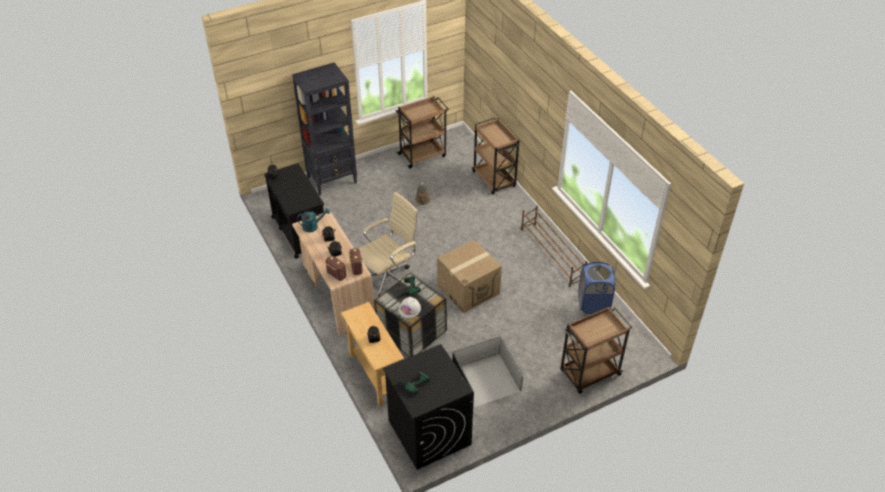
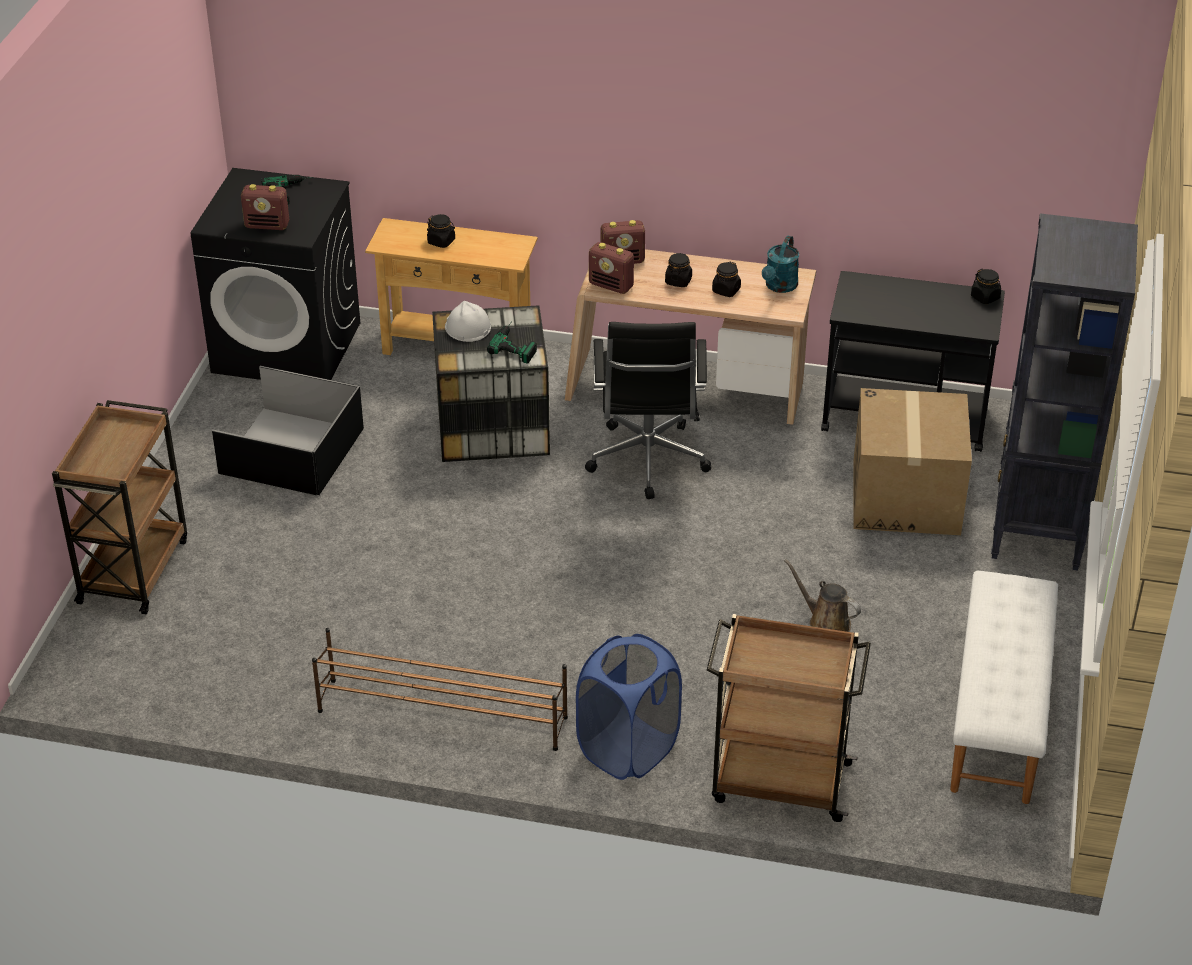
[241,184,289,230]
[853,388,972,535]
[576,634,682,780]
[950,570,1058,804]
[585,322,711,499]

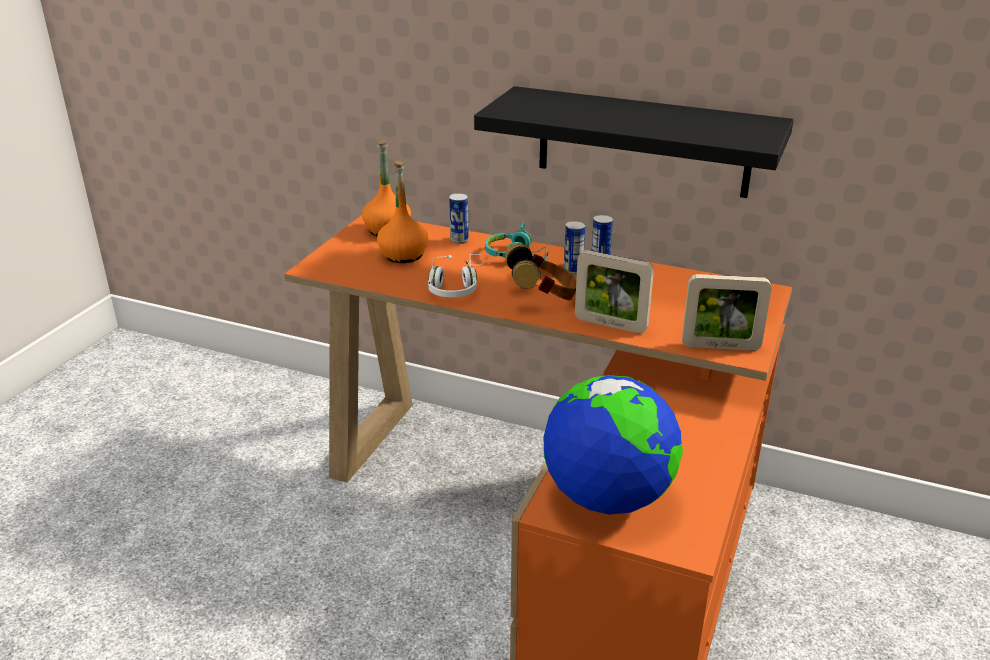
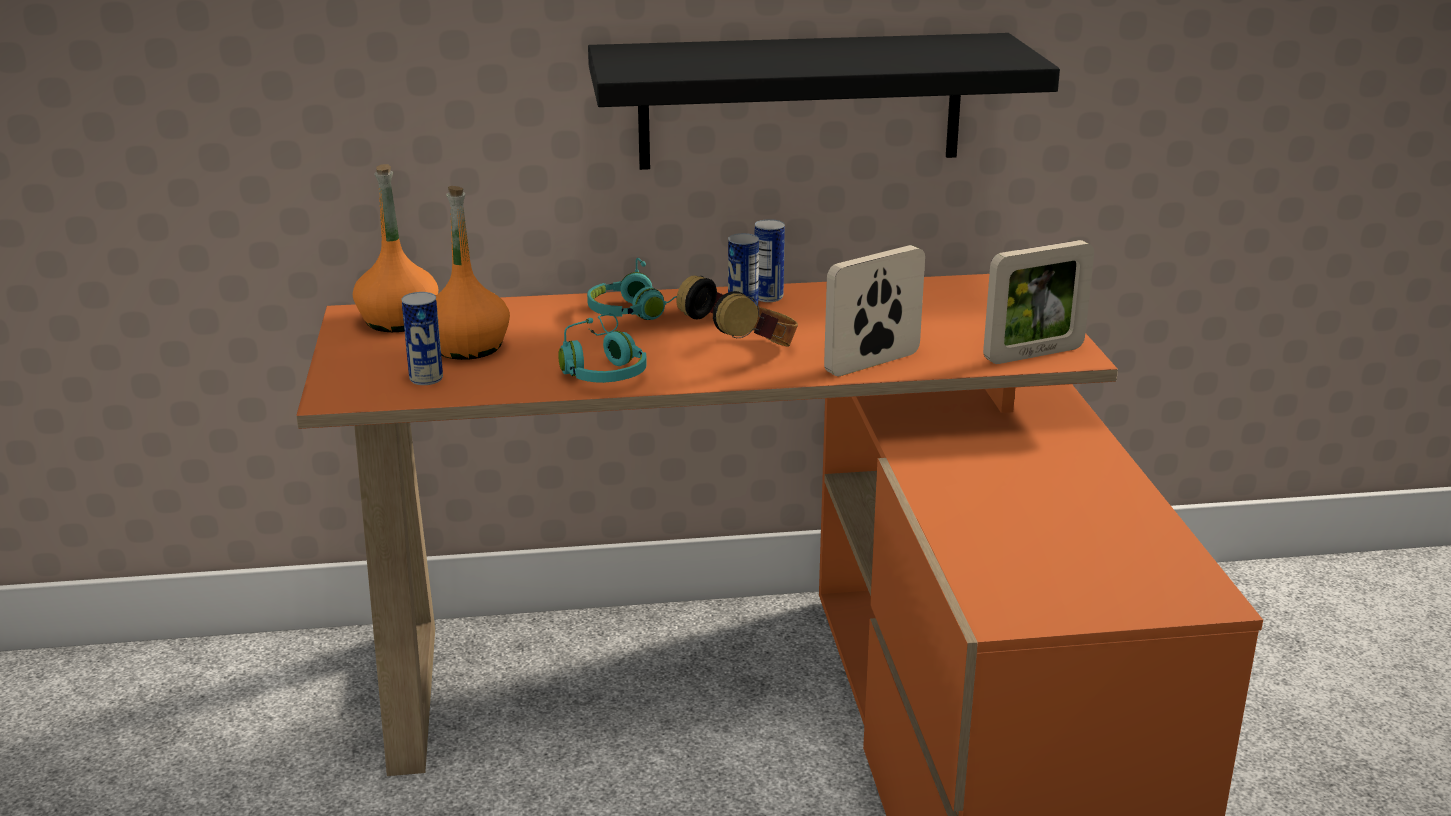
[543,375,683,515] (first image)
[401,292,443,385]
[558,313,647,383]
[824,245,925,376]

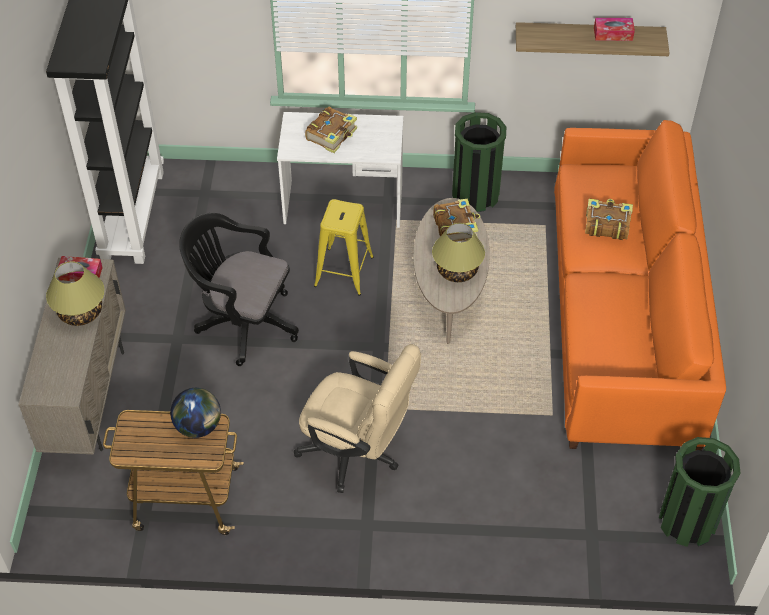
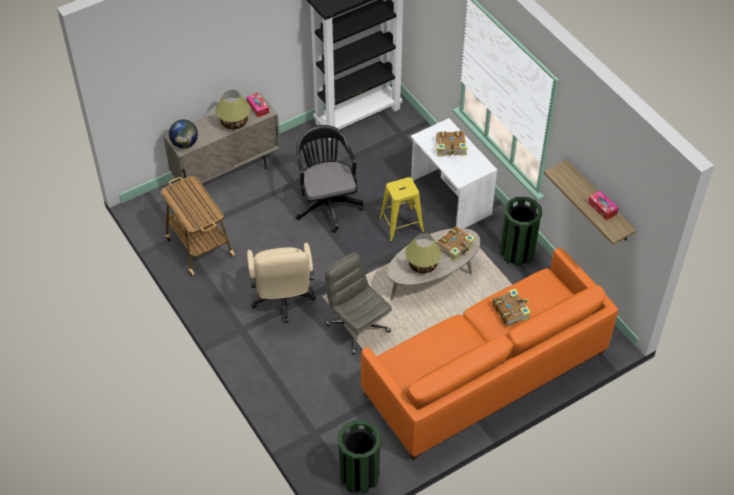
[325,252,392,354]
[169,120,198,148]

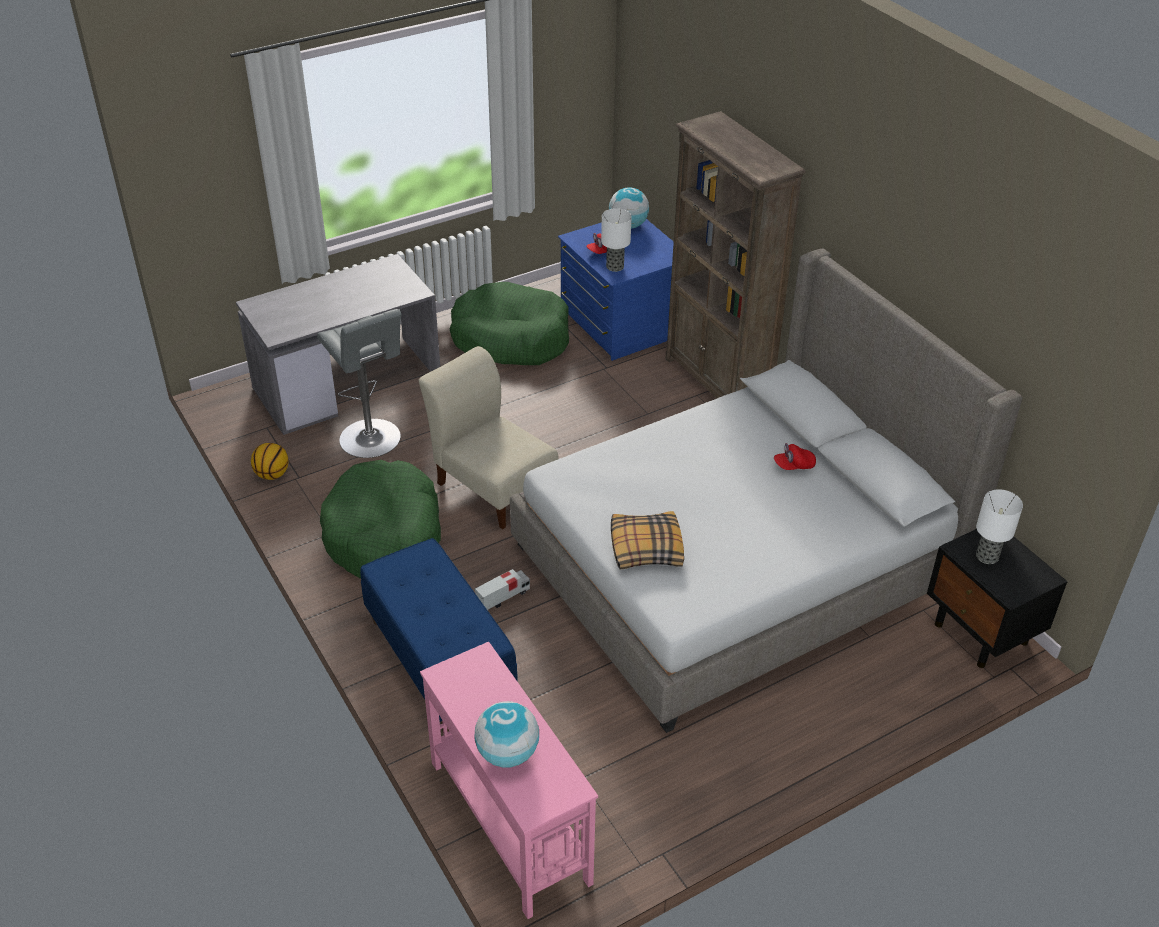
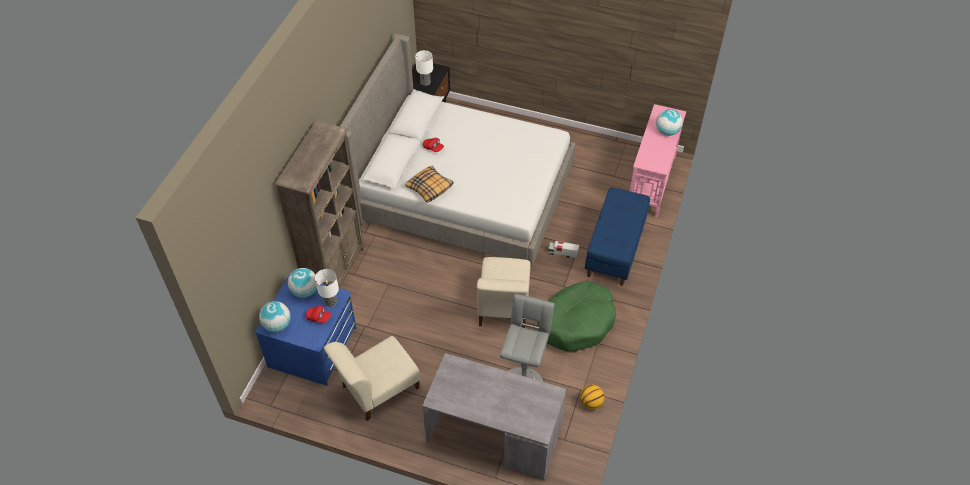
[288,268,317,298]
[406,166,454,203]
[324,336,421,421]

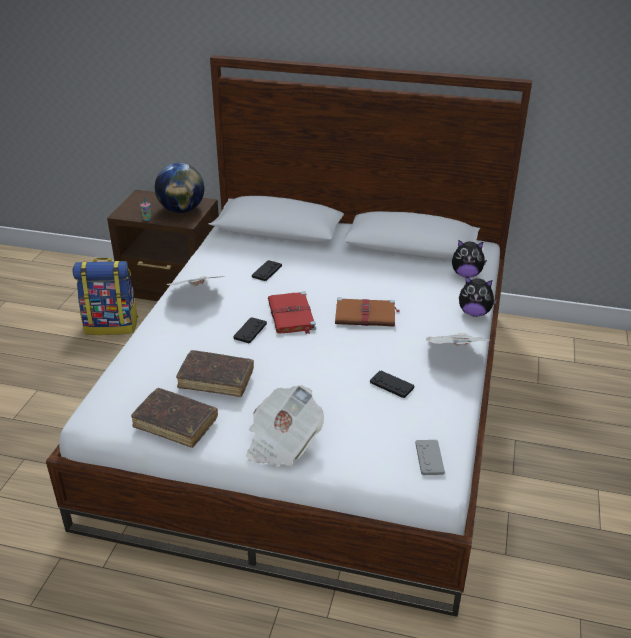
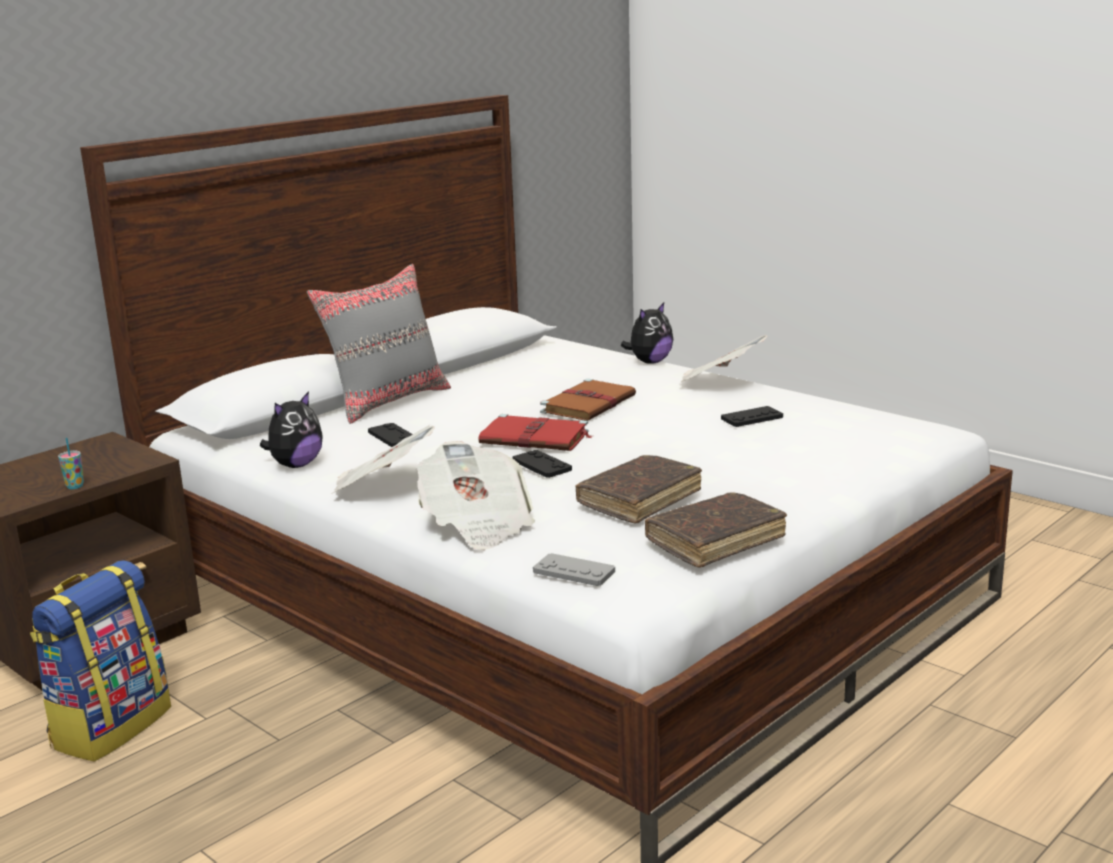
[155,163,204,213] (first image)
[307,264,451,424]
[417,441,535,550]
[533,553,615,586]
[260,391,323,468]

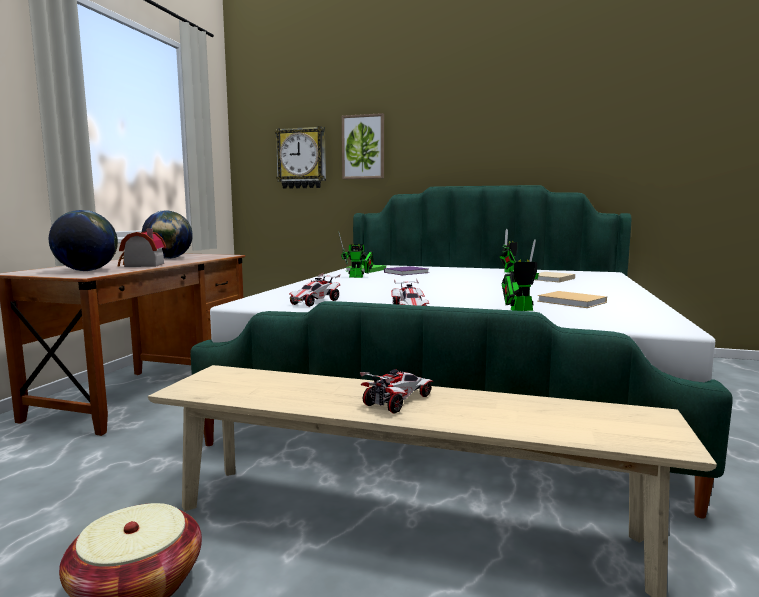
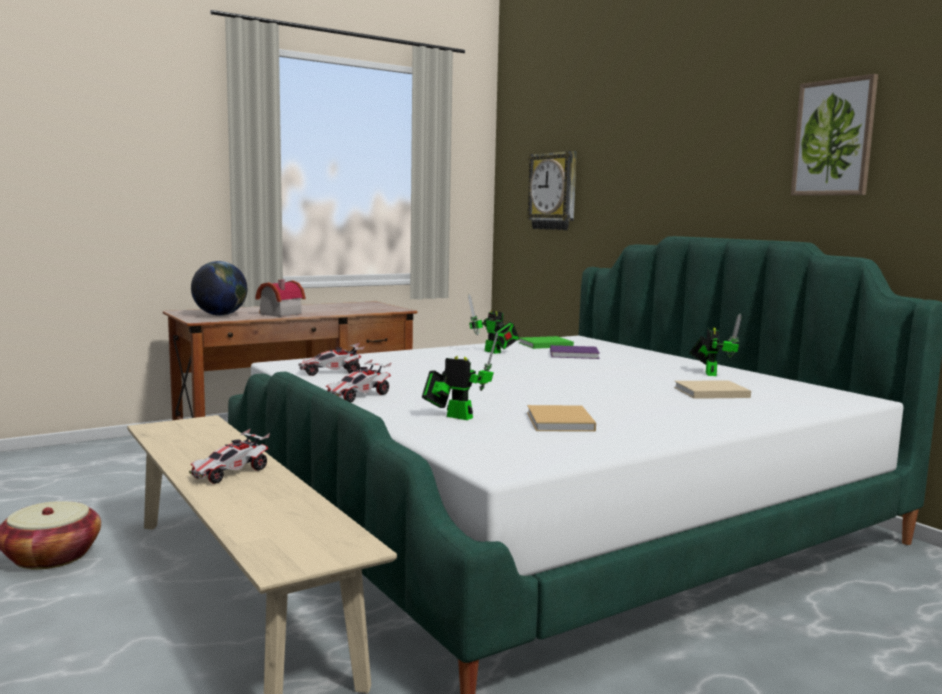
[142,210,193,259] (first image)
[791,74,878,196]
[189,429,270,484]
[689,314,742,376]

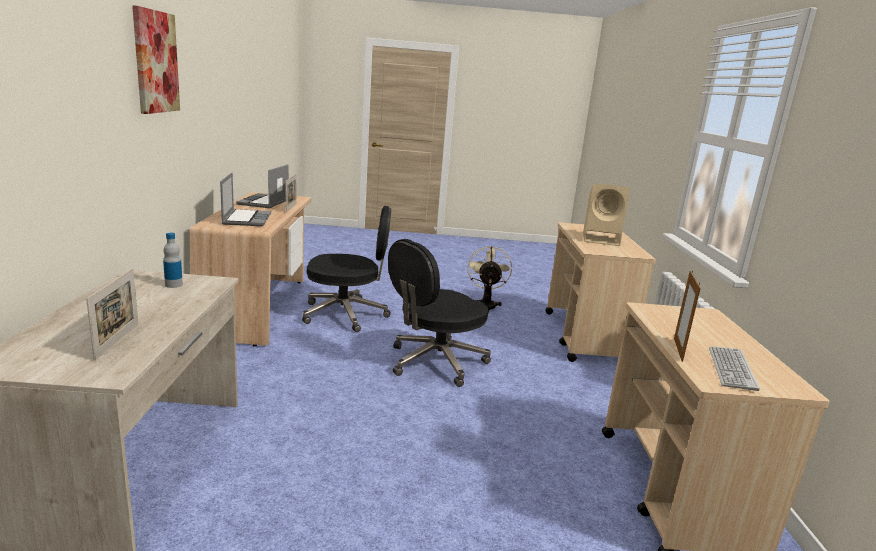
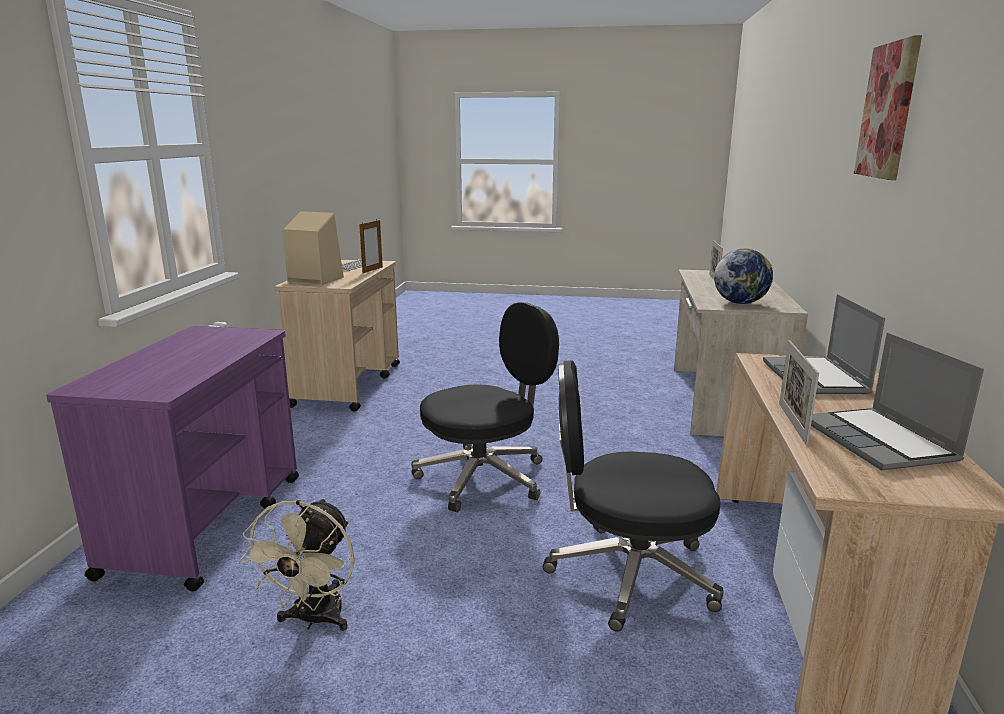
[282,211,344,285]
[714,249,773,304]
[46,326,299,592]
[811,333,984,470]

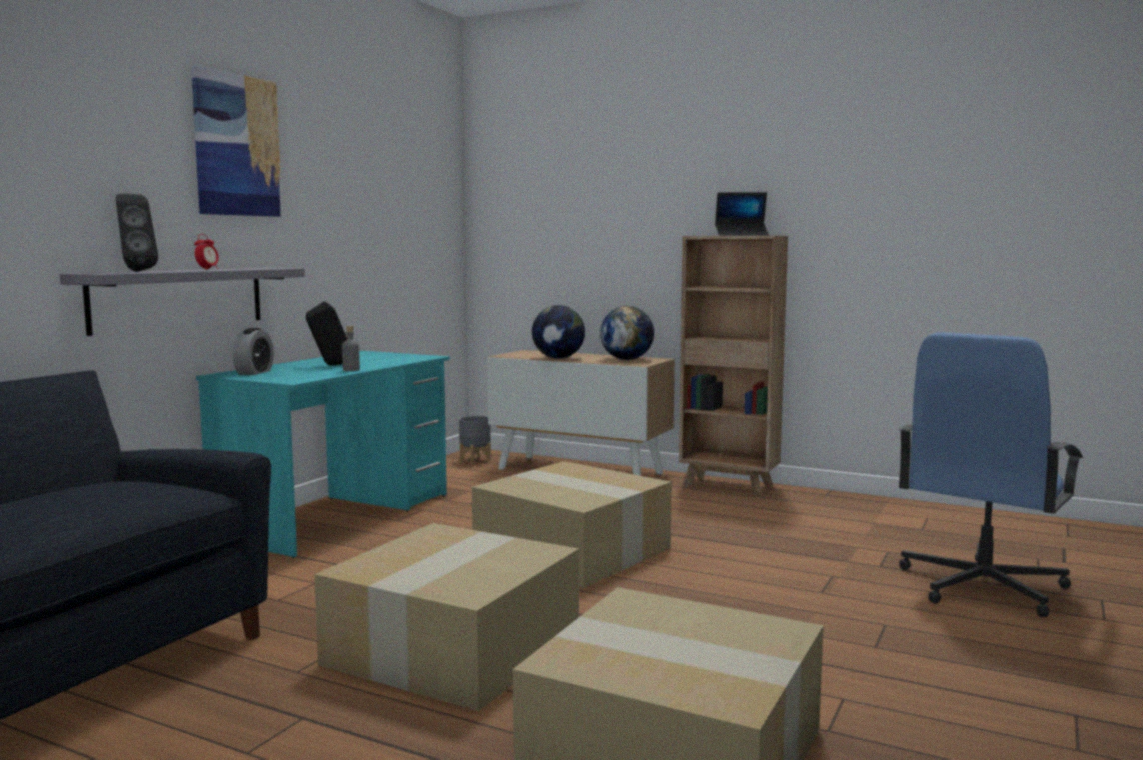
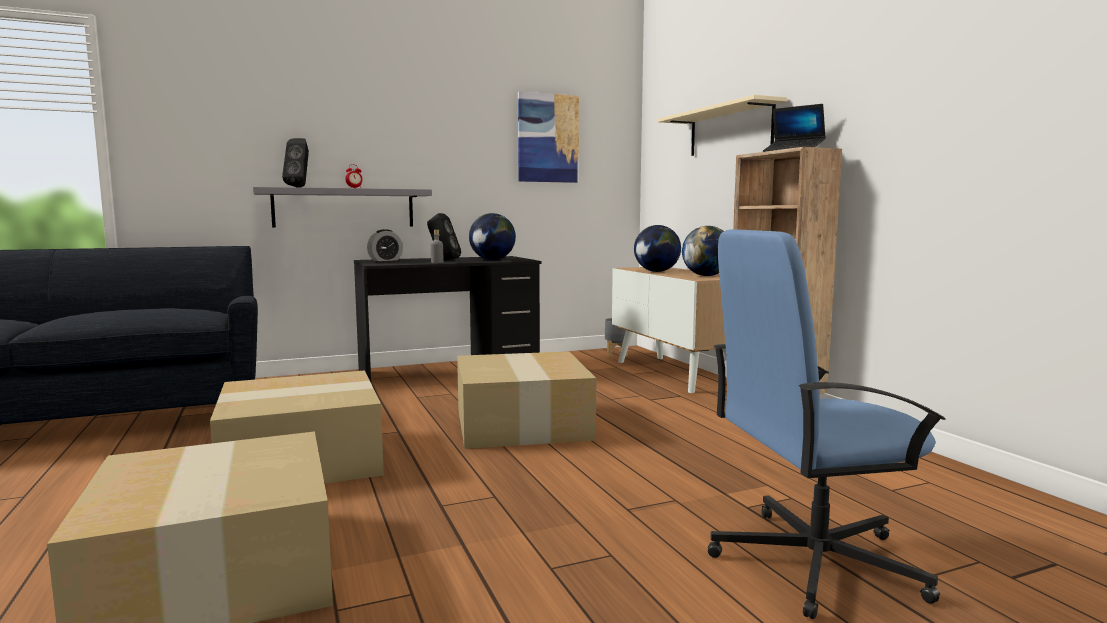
[469,213,516,260]
[657,95,787,156]
[518,91,579,183]
[354,256,542,382]

